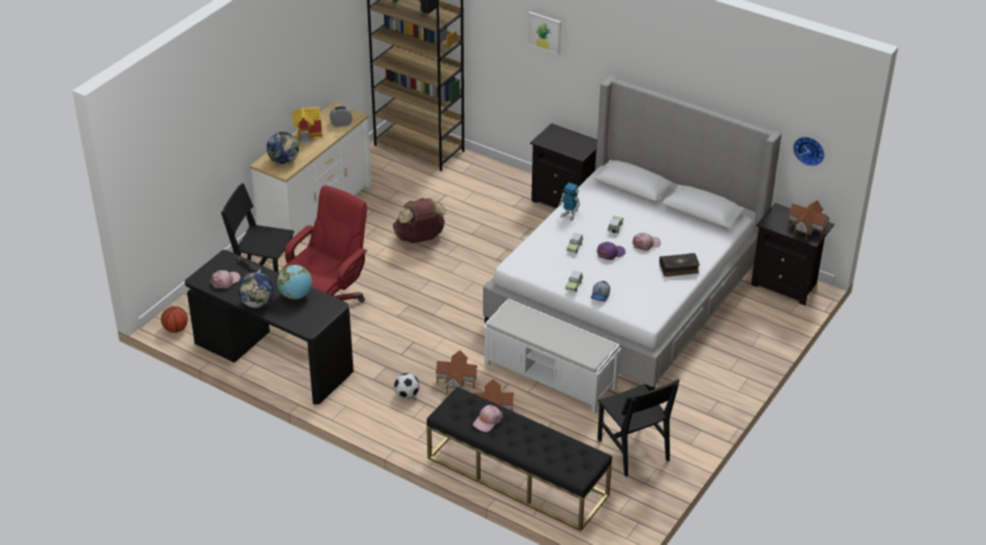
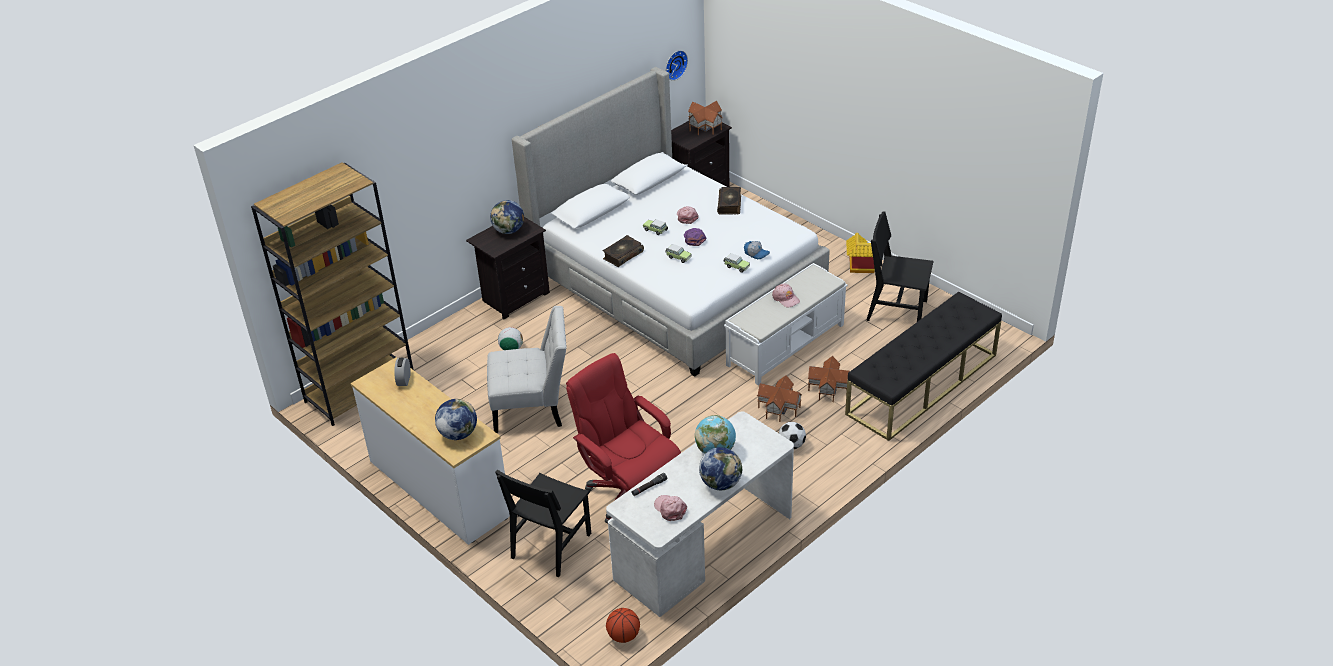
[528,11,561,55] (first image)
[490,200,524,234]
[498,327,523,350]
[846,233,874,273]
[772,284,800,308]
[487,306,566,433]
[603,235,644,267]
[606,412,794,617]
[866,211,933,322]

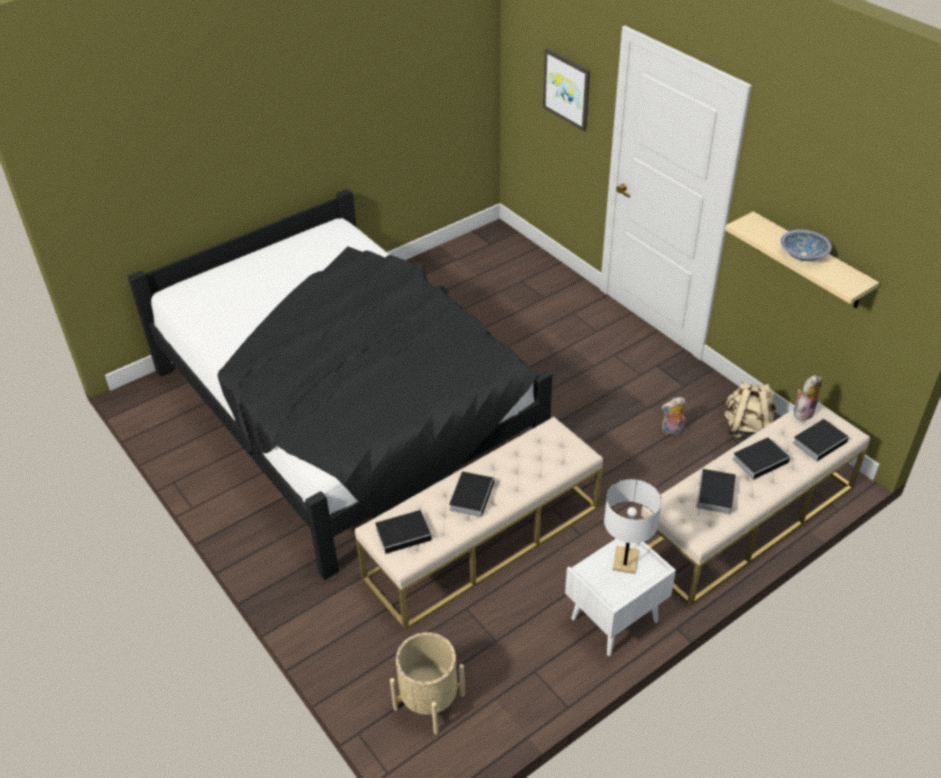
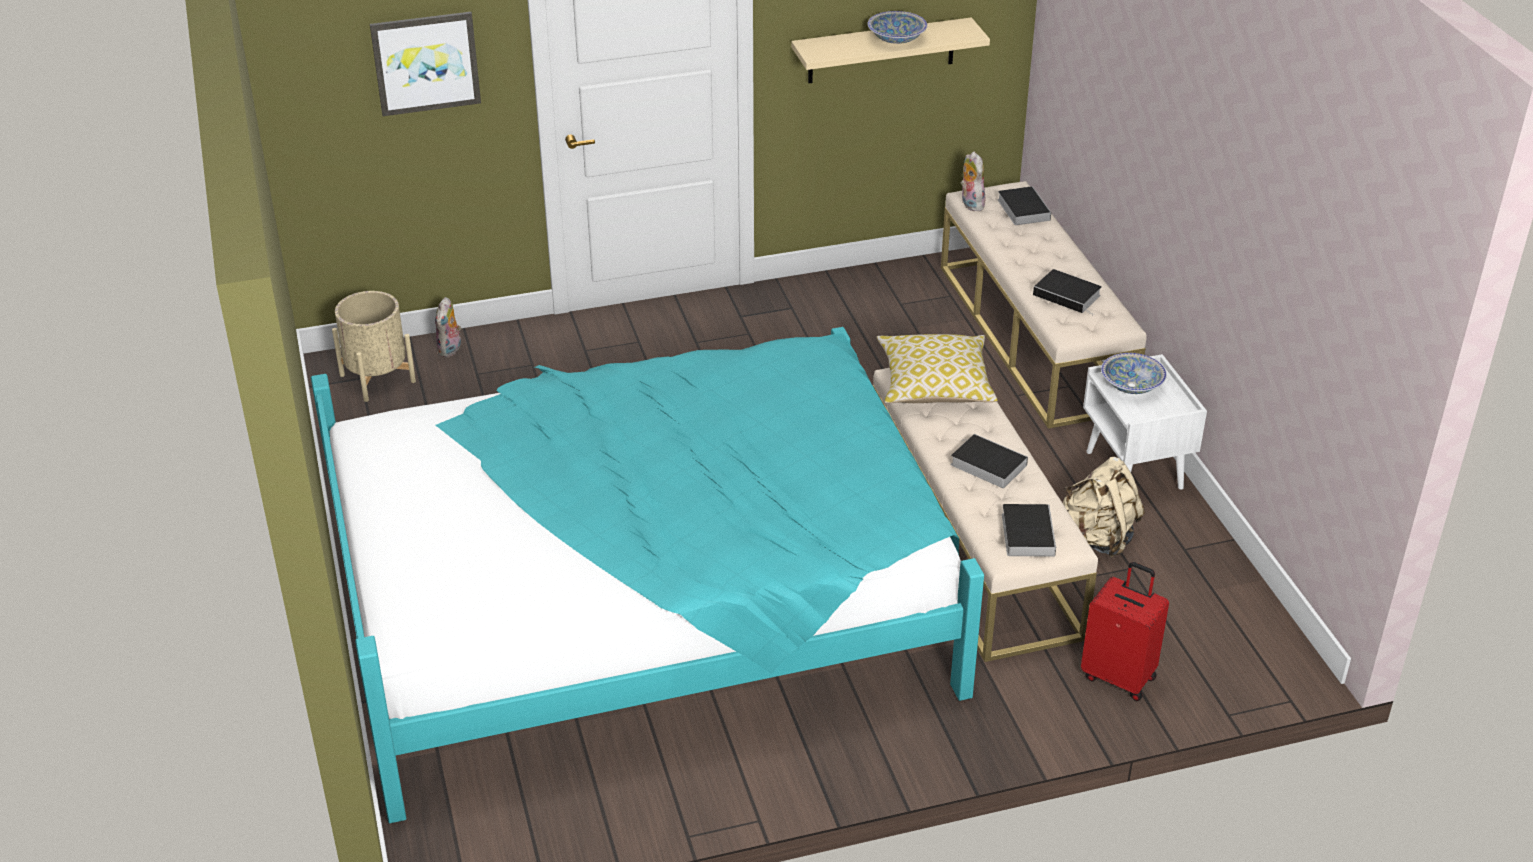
[732,437,794,480] (first image)
[877,334,998,403]
[1081,562,1169,701]
[332,291,416,402]
[435,297,462,357]
[1063,457,1145,558]
[1101,353,1167,394]
[311,327,984,823]

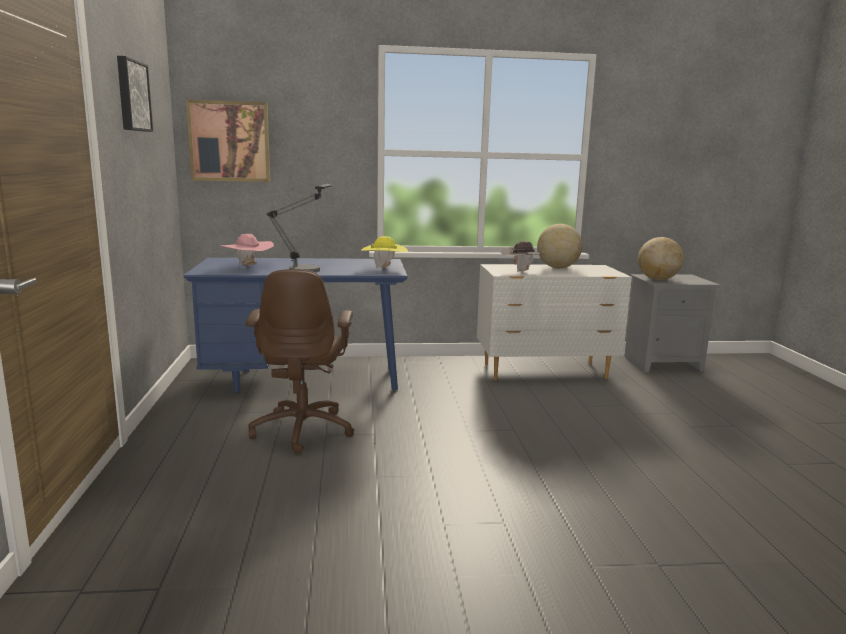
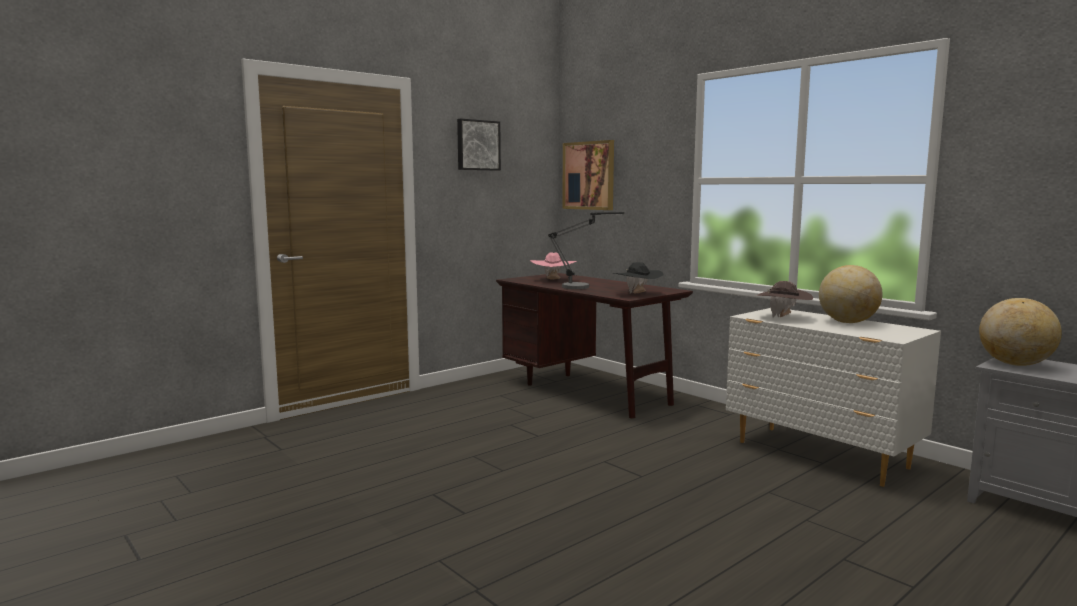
[246,269,354,454] (first image)
[496,273,693,418]
[613,262,664,294]

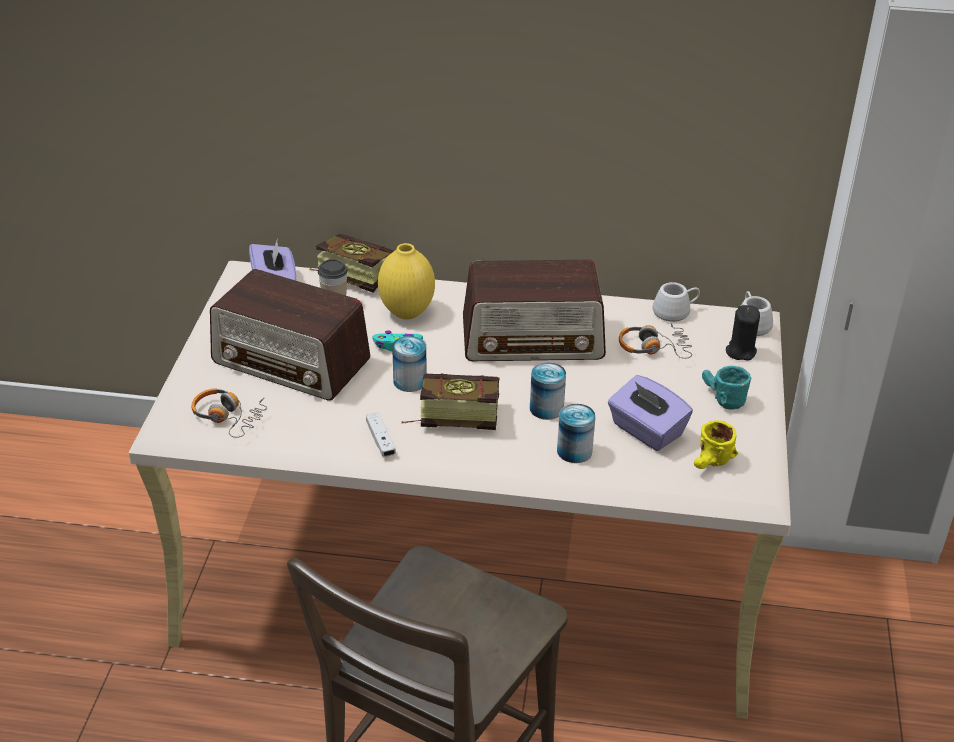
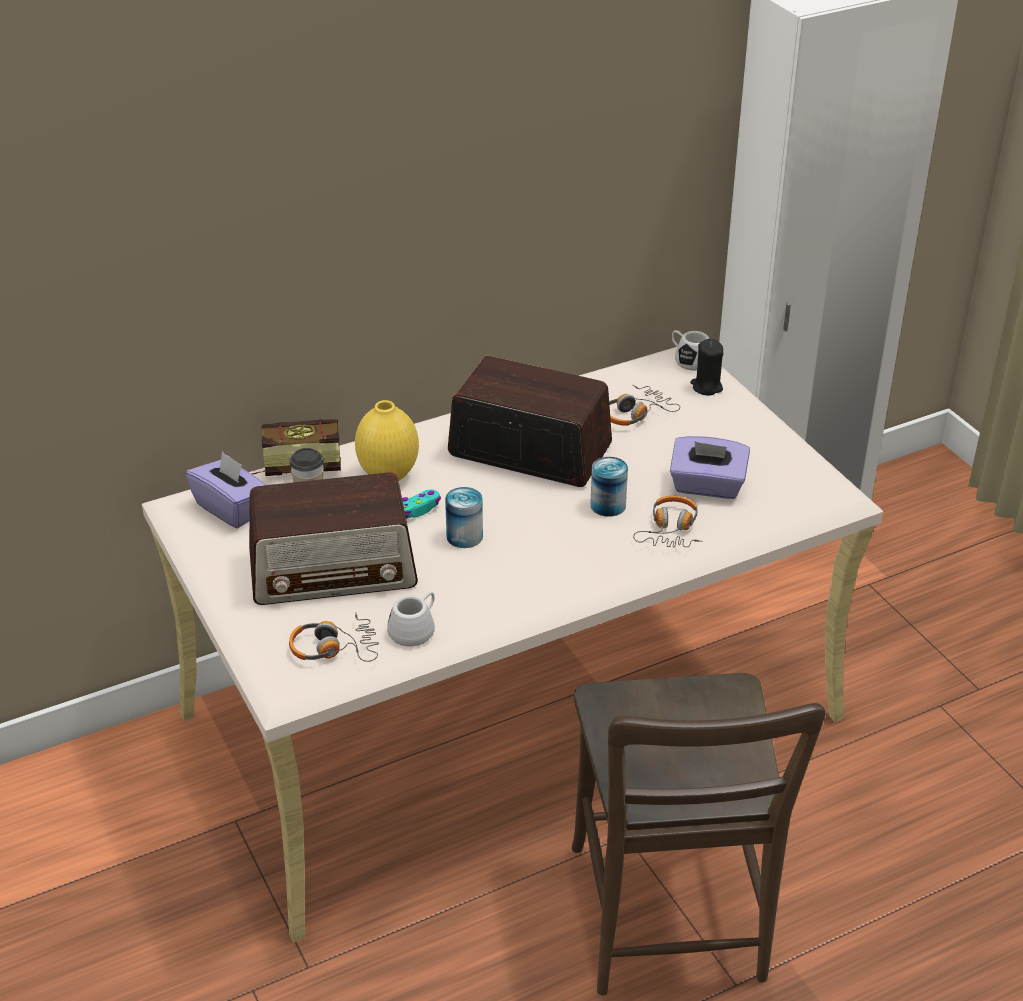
[366,413,396,457] (first image)
[401,373,500,430] (first image)
[694,420,738,469] (first image)
[702,366,751,410] (first image)
[387,592,435,646]
[633,496,703,547]
[448,356,612,487]

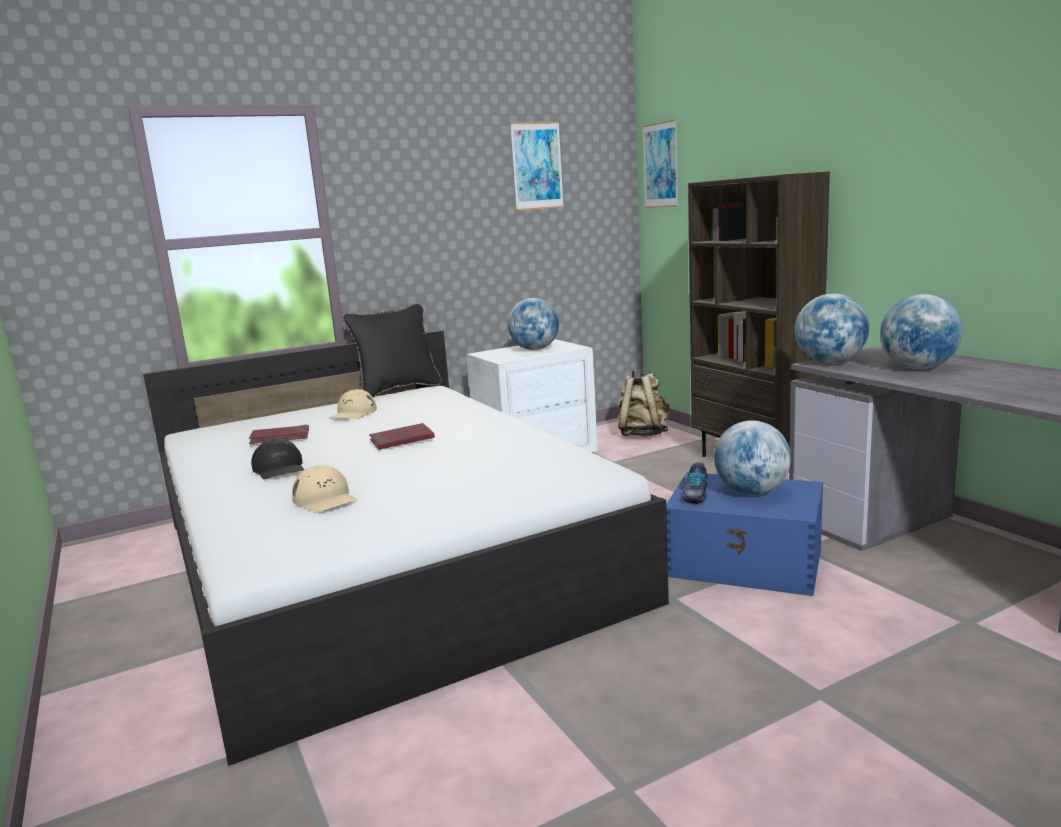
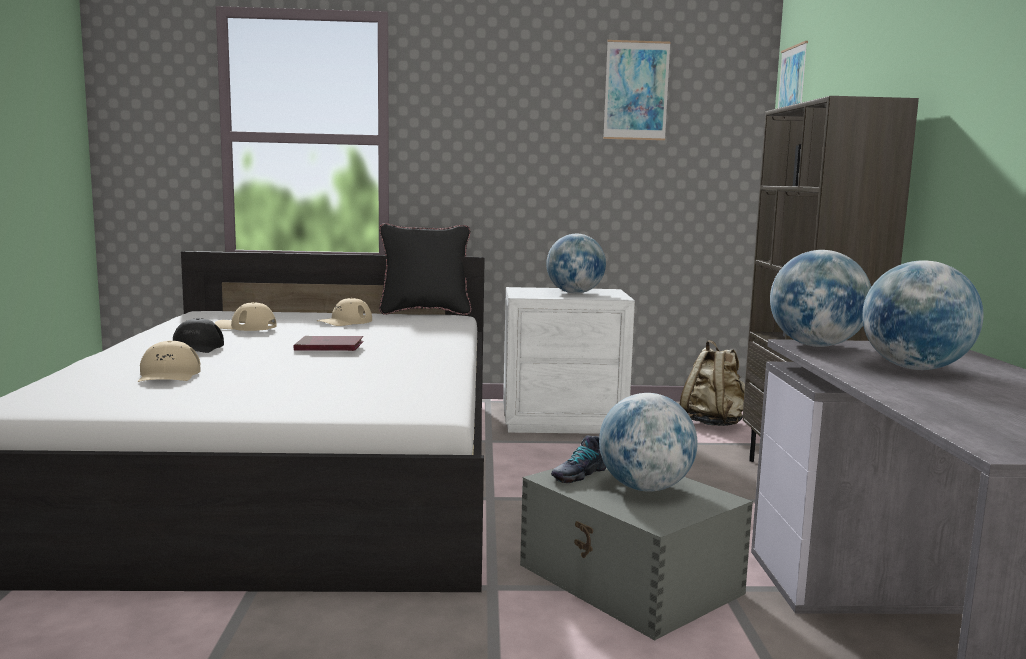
[215,302,277,331]
[520,468,753,640]

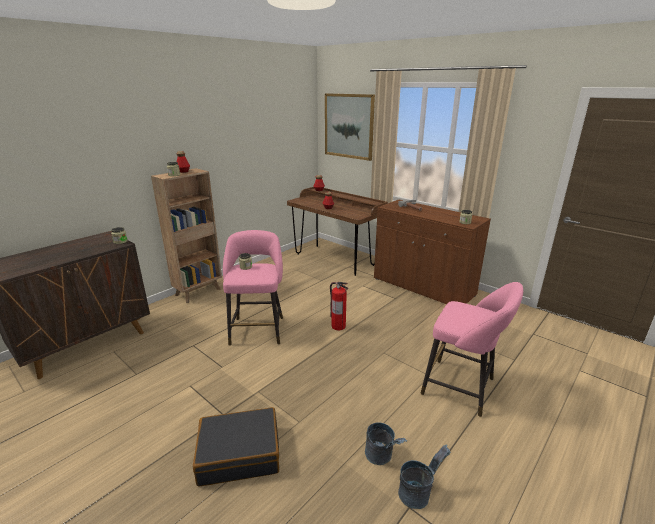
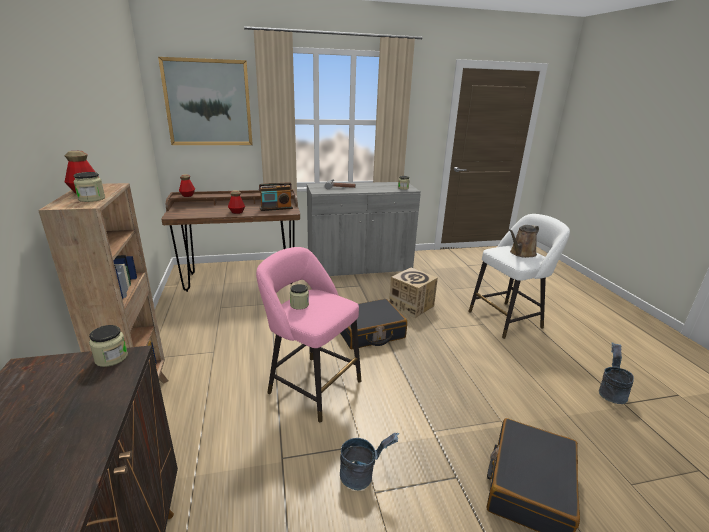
[259,182,293,211]
[389,268,438,318]
[509,225,539,258]
[340,433,399,490]
[340,299,407,349]
[307,182,421,276]
[468,214,570,339]

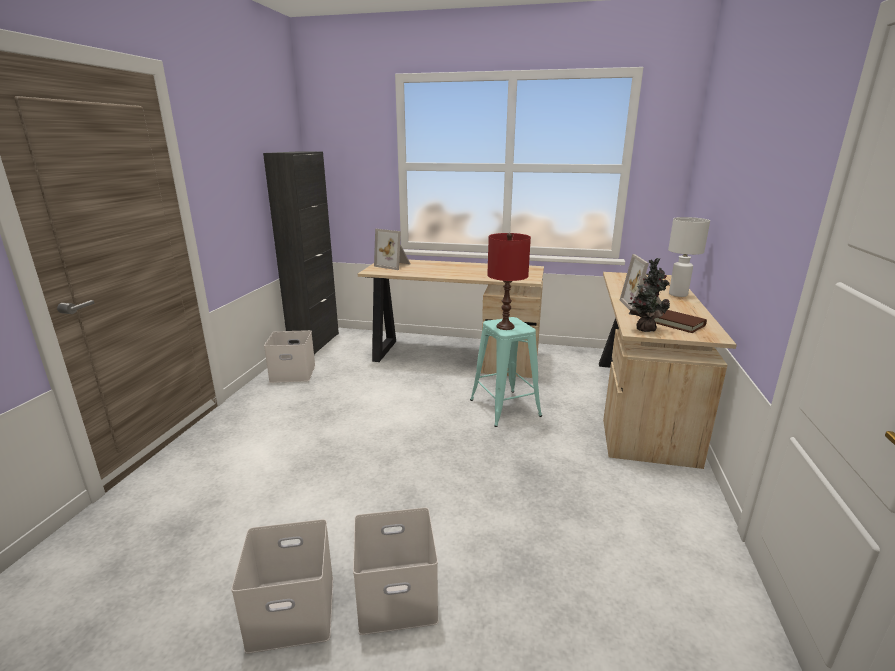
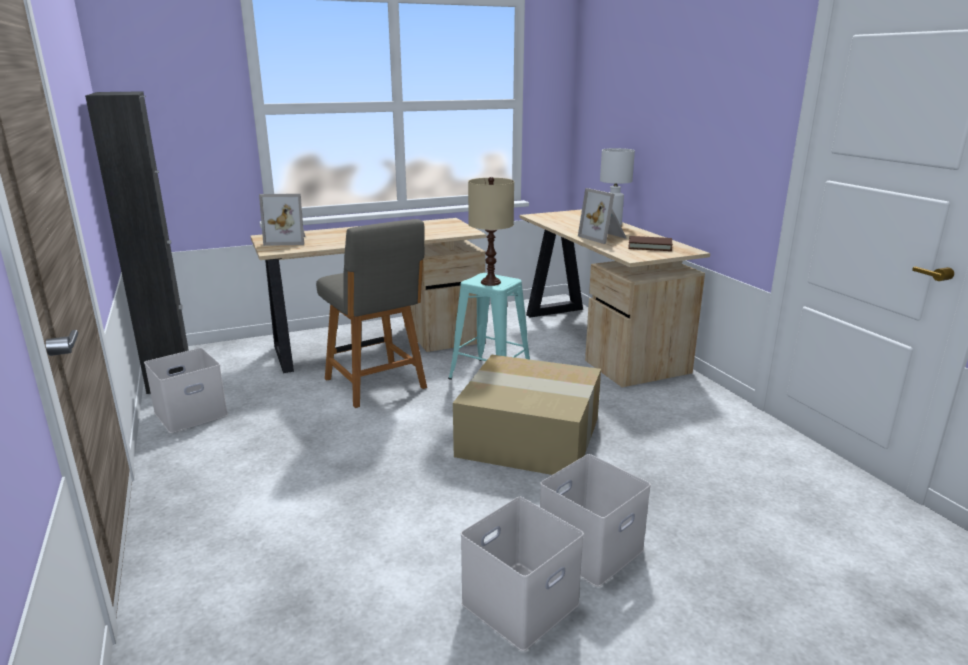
[628,258,670,332] (first image)
[316,219,427,408]
[453,355,601,475]
[468,177,514,286]

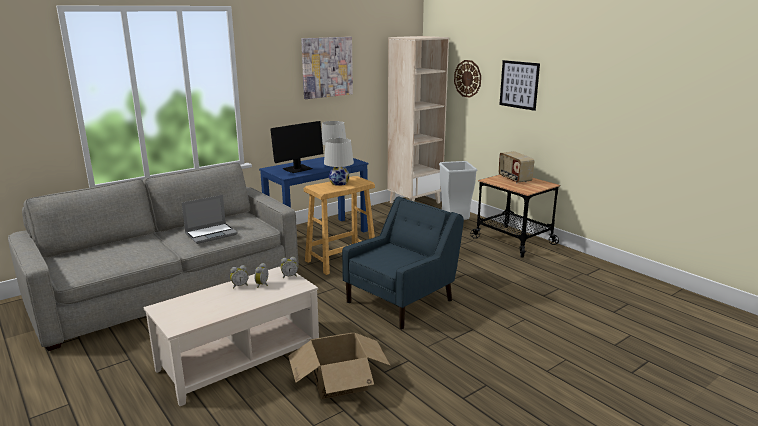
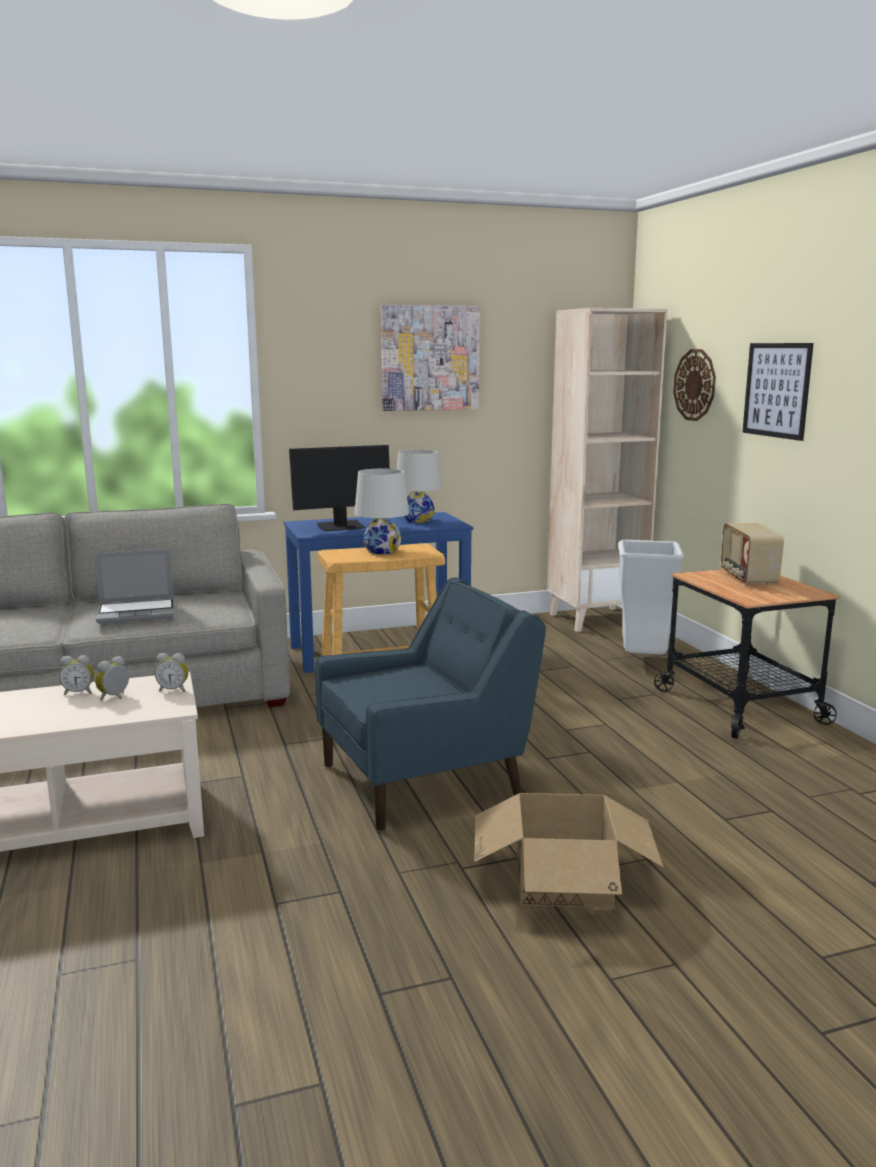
[474,793,664,908]

